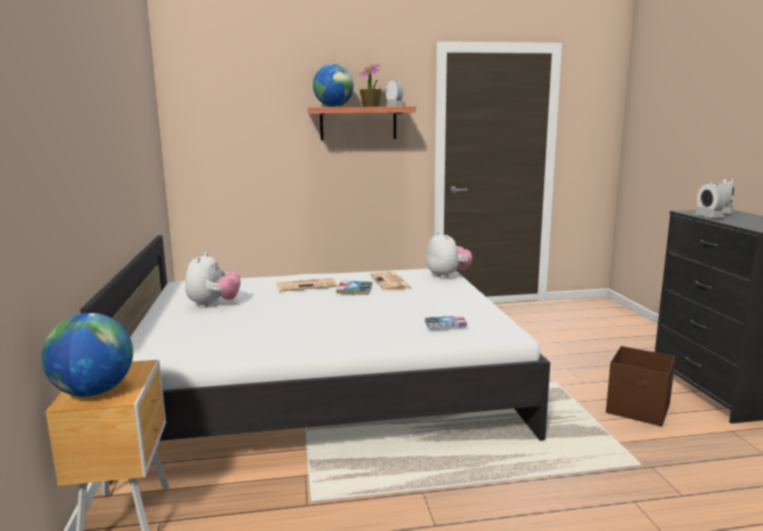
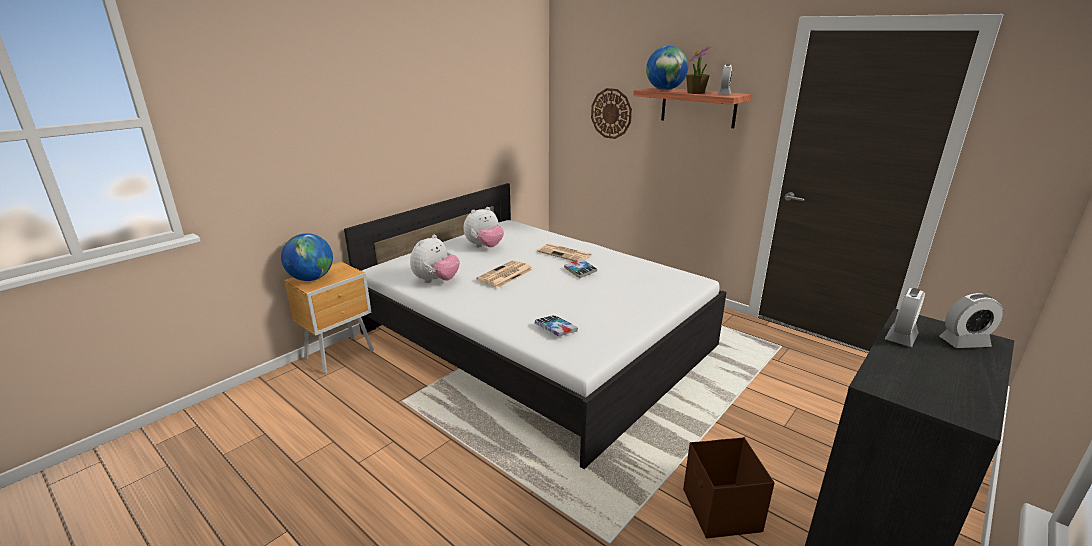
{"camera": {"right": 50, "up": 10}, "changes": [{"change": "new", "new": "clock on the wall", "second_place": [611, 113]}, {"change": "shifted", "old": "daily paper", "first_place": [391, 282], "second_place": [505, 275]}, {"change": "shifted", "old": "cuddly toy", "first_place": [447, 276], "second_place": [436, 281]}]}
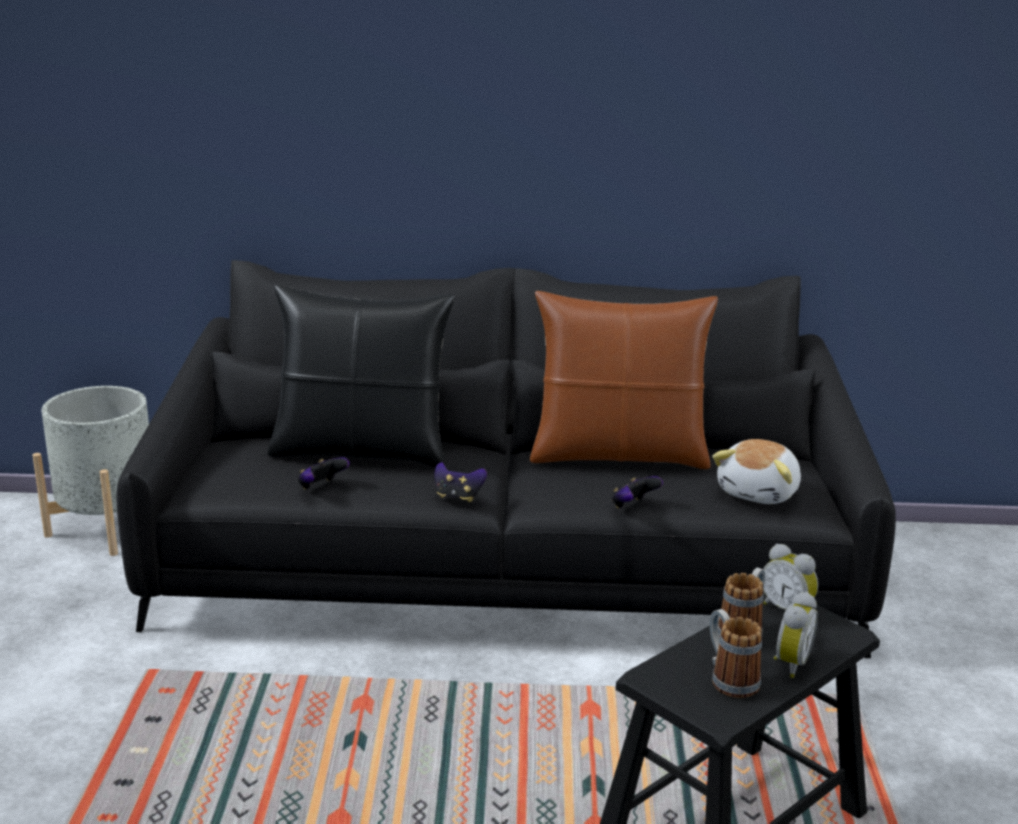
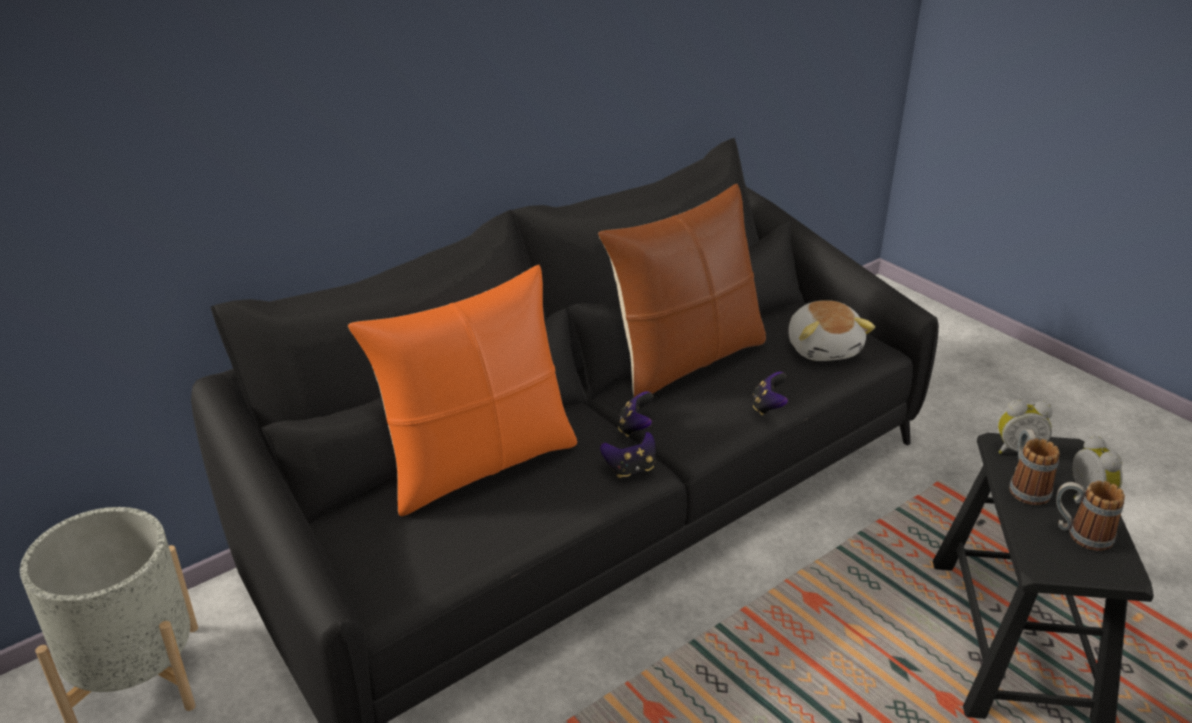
{"camera": {"right": -40, "up": 10}, "changes": [{"change": "shifted", "old": "game controller", "first_place": [321, 487], "second_place": [635, 428]}, {"change": "repainted", "old": "blackish pillow", "new": "orange-coloured pillow", "first_place": [361, 451], "second_place": [478, 464]}]}
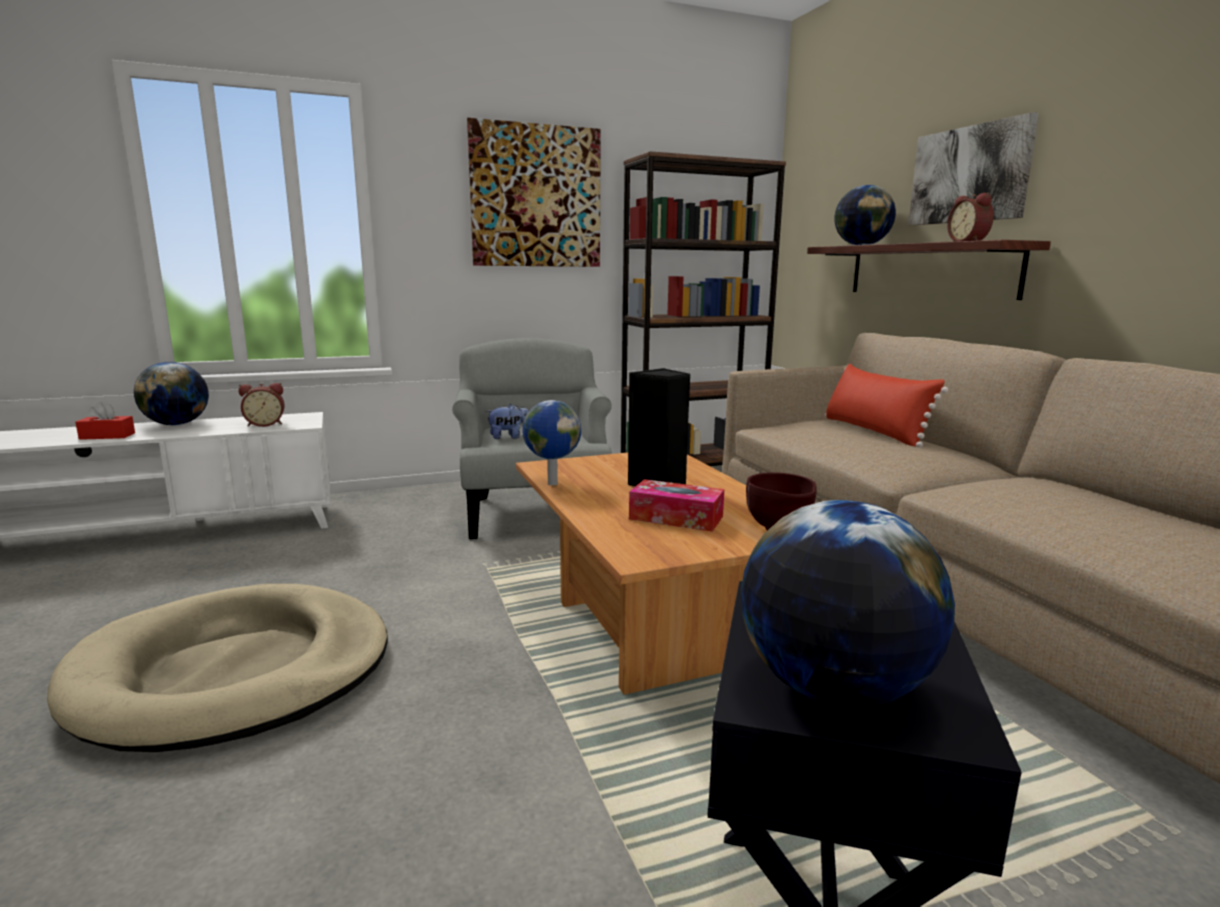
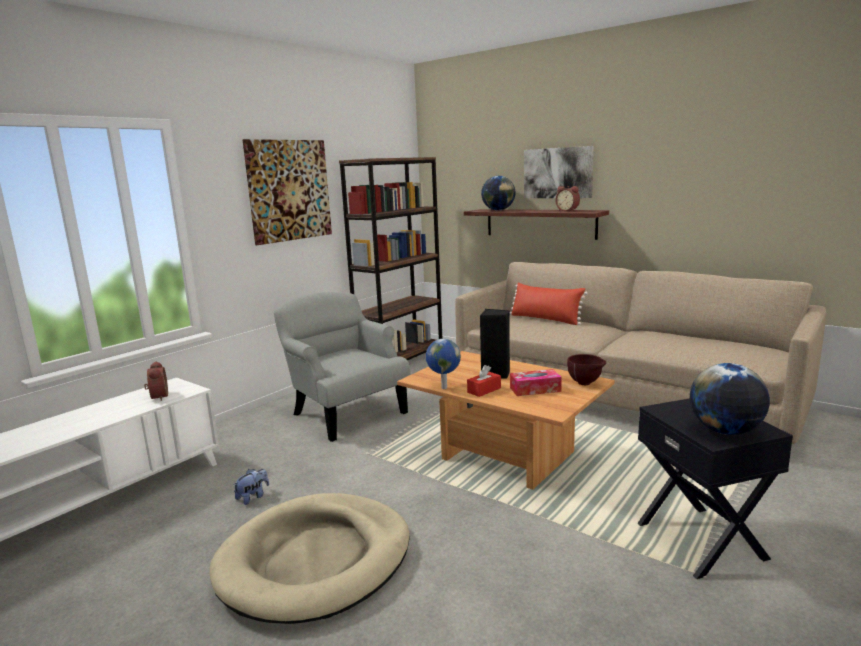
{"camera": {"right": -30, "up": 0}, "changes": [{"change": "gone", "old": "world globe", "first_place": [177, 424]}, {"change": "shifted", "old": "red-coloured tissue holder", "first_place": [107, 436], "second_place": [484, 390]}, {"change": "shifted", "old": "cuddly toy", "first_place": [509, 437], "second_place": [253, 497]}, {"change": "rotated", "old": "bedside clock", "first_place": [265, 424], "second_place": [157, 397], "degrees": -60}]}
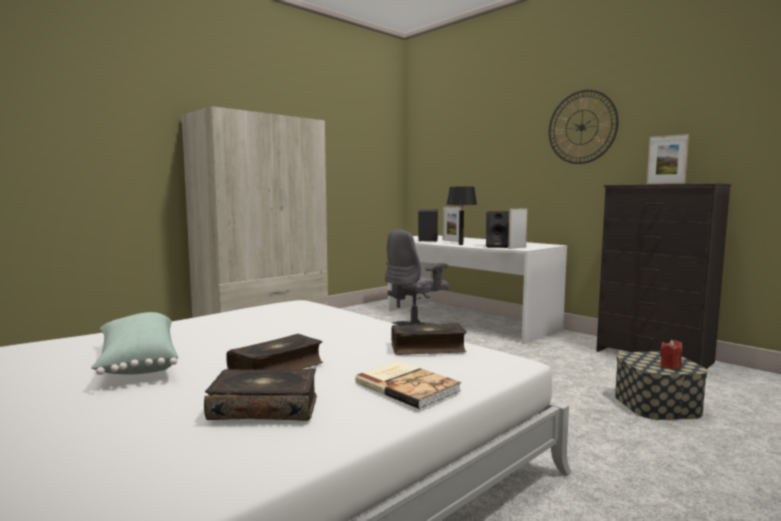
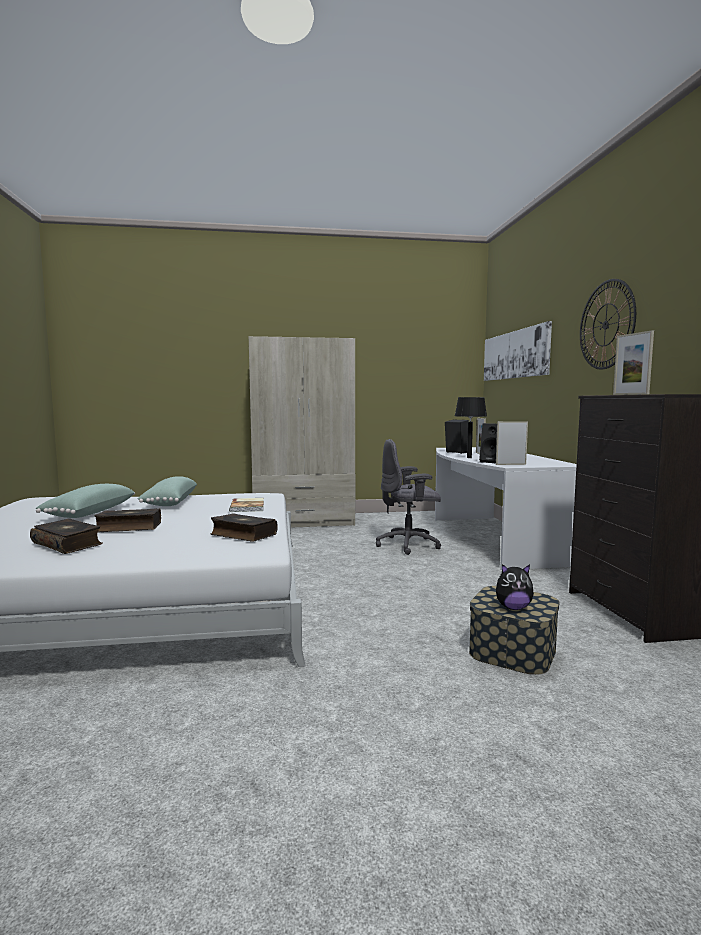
{"camera": {"right": 35, "up": 0}, "changes": [{"change": "new", "new": "greenish pillow", "second_place": [169, 502]}, {"change": "new", "new": "wall picture", "second_place": [514, 355]}, {"change": "shifted", "old": "book", "first_place": [408, 386], "second_place": [248, 506]}, {"change": "swapped", "old": "red-coloured candle", "new": "cuddly toy", "first_place": [670, 366], "second_place": [513, 607]}]}
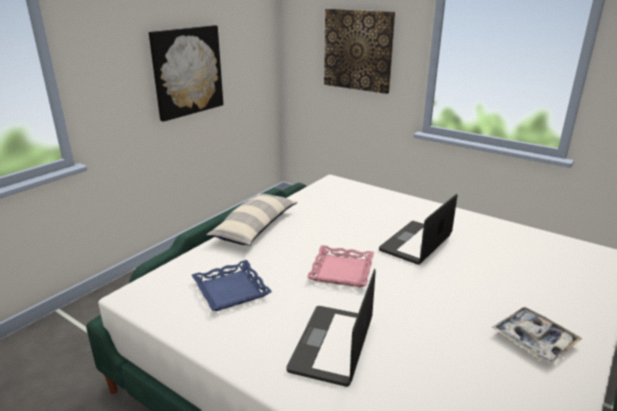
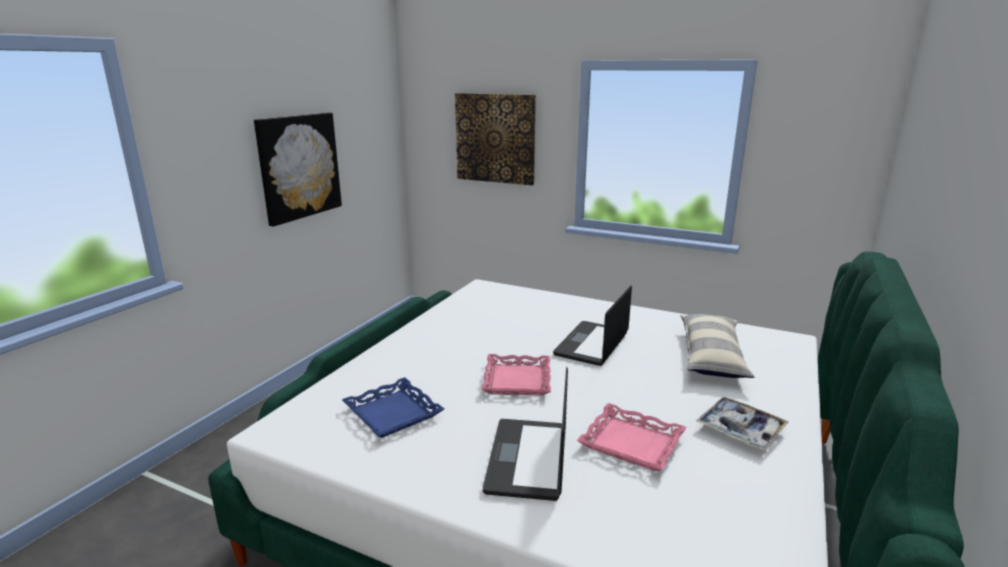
{"camera": {"right": -10, "up": -5}, "changes": [{"change": "new", "new": "pink-coloured tray", "second_place": [631, 443]}, {"change": "shifted", "old": "pillow", "first_place": [255, 228], "second_place": [712, 356]}]}
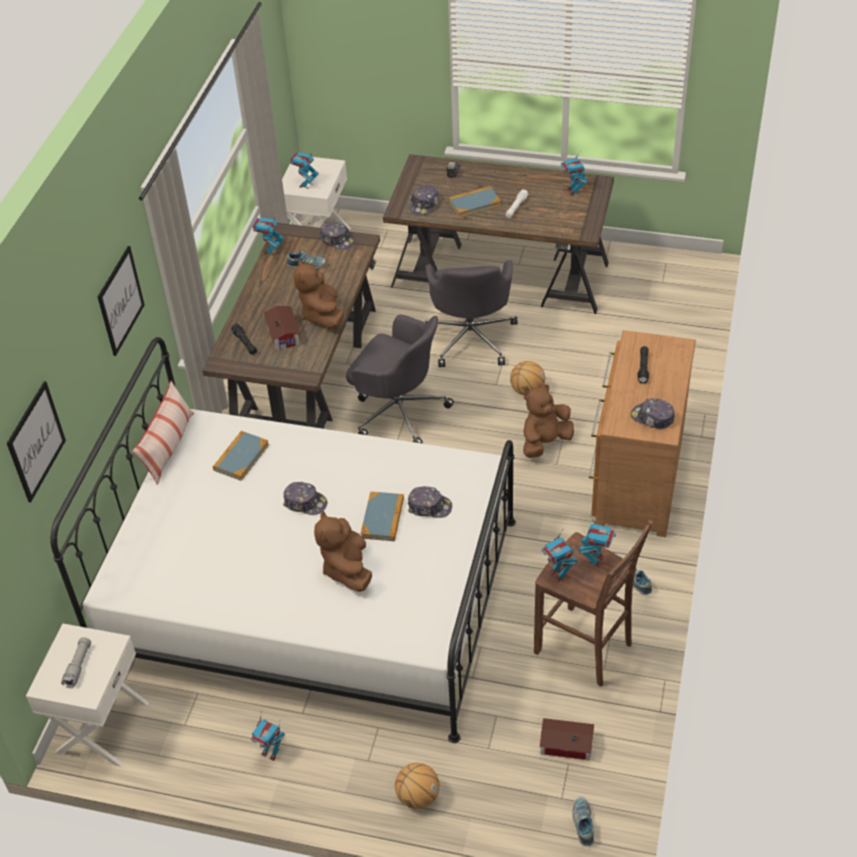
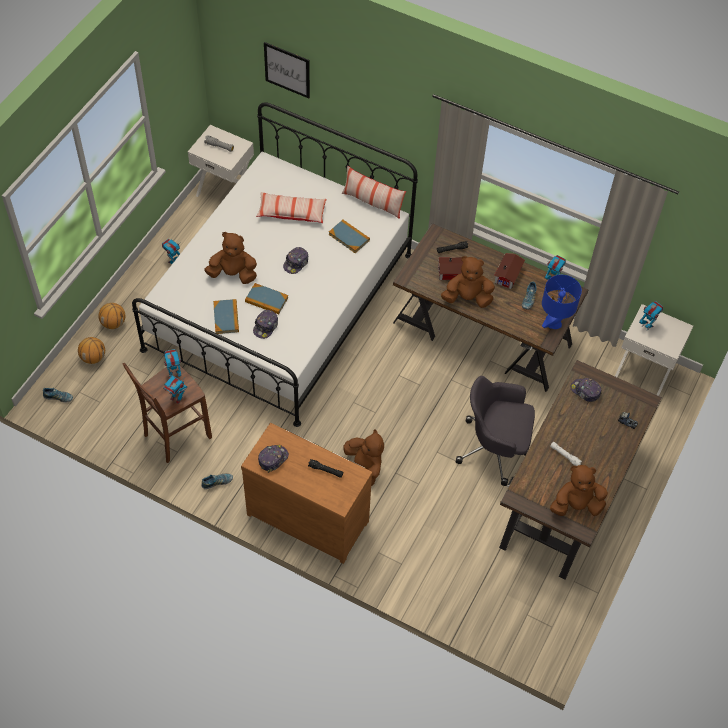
{"camera": {"right": 100, "up": 10}, "changes": [{"change": "gone", "old": "wall picture", "first_place": [120, 300]}, {"change": "gone", "old": "greyish desk chair", "first_place": [398, 411]}, {"change": "new", "new": "pillow", "second_place": [291, 212]}, {"change": "shifted", "old": "book", "first_place": [474, 203], "second_place": [226, 317]}, {"change": "shifted", "old": "basketball", "first_place": [527, 390], "second_place": [93, 357]}, {"change": "shifted", "old": "model house", "first_place": [565, 743], "second_place": [509, 274]}, {"change": "swapped", "old": "baseball cap", "new": "blue lamp for a table", "first_place": [337, 240], "second_place": [554, 324]}, {"change": "swapped", "old": "robot figure", "new": "brown-coloured cuddly toy", "first_place": [573, 191], "second_place": [576, 505]}]}
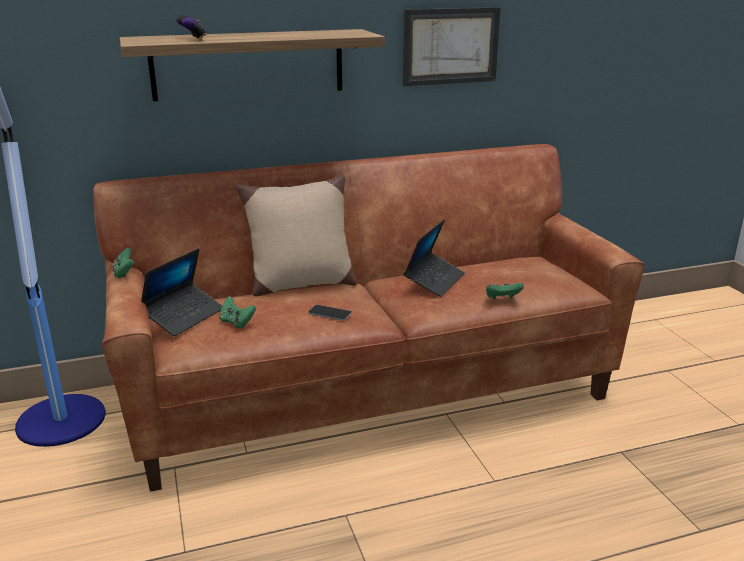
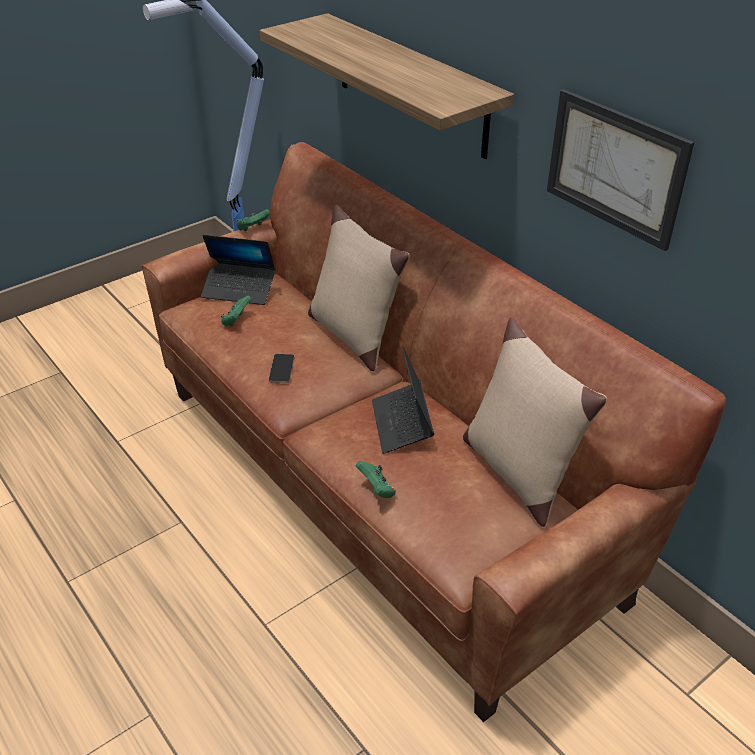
{"camera": {"right": 70, "up": 15}, "changes": [{"change": "gone", "old": "game controller", "first_place": [193, 39]}, {"change": "new", "new": "sand-coloured pillow", "second_place": [517, 471]}, {"change": "rotated", "old": "portable computer", "first_place": [434, 280], "second_place": [402, 424], "degrees": 75}]}
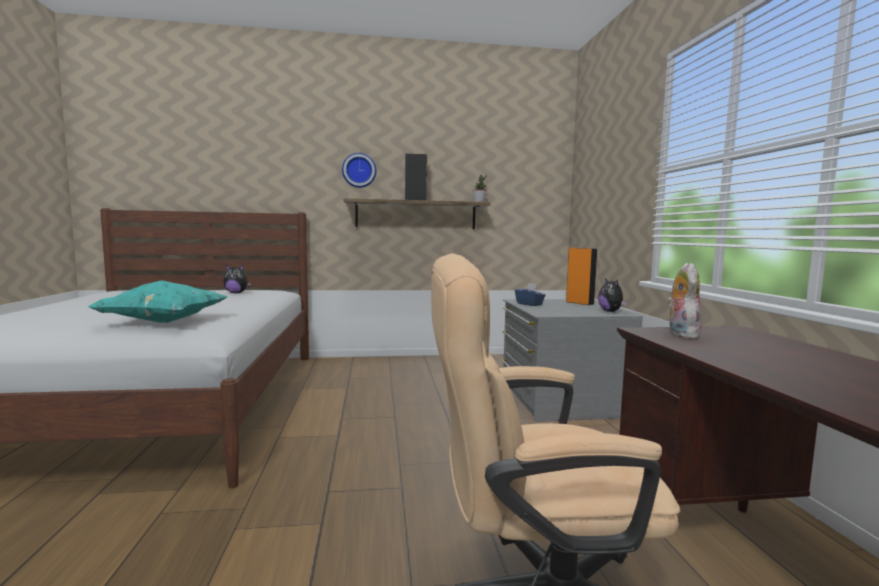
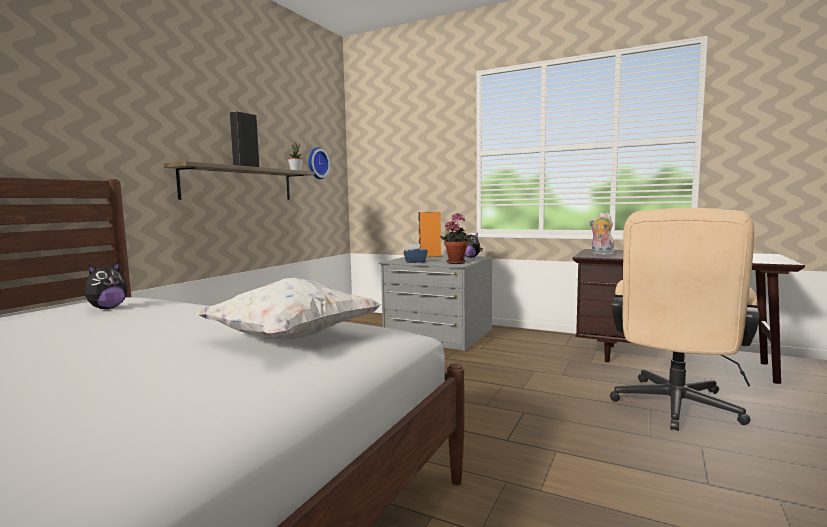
{"camera": {"right": -55, "up": 0}, "changes": [{"change": "new", "new": "potted plant", "second_place": [456, 262]}, {"change": "shifted", "old": "clock on the wall", "first_place": [359, 170], "second_place": [316, 163]}, {"change": "repainted", "old": "turquoise pillow", "new": "white-coloured pillow", "first_place": [163, 322], "second_place": [292, 339]}]}
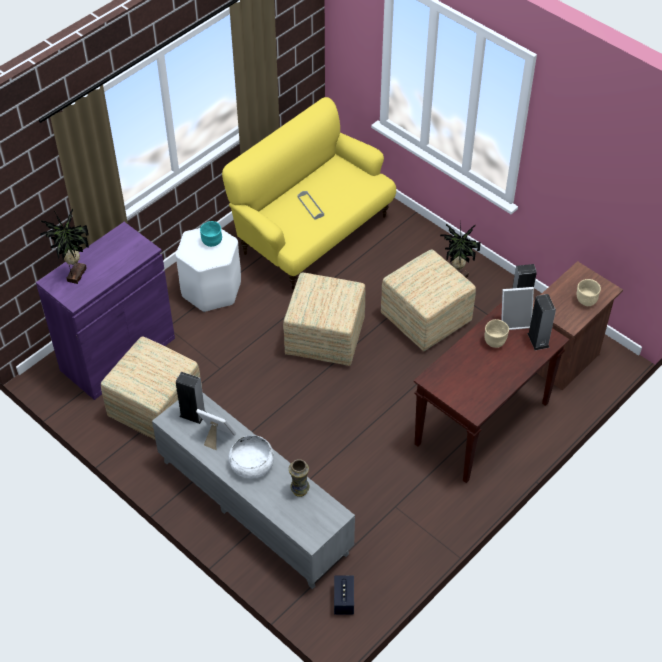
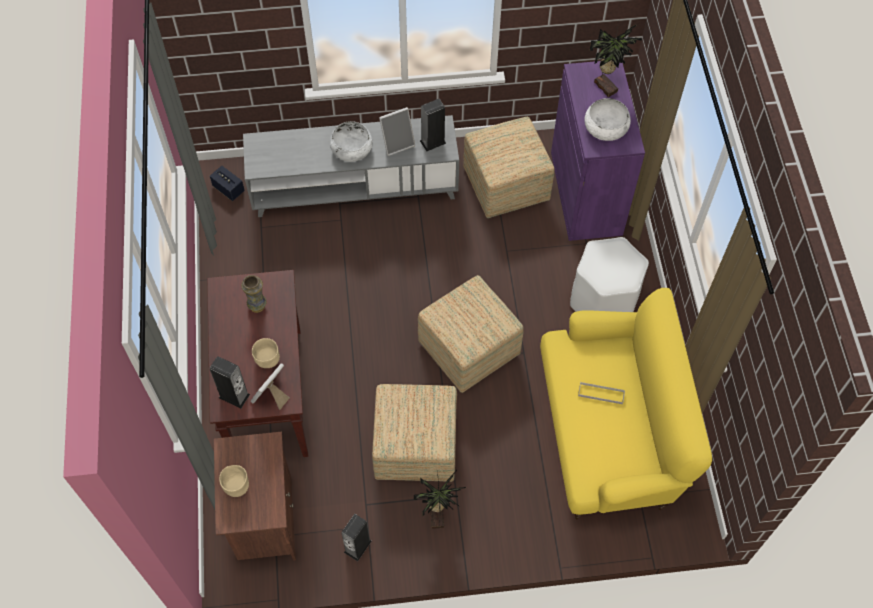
{"camera": {"right": 130, "up": 10}, "changes": [{"change": "gone", "old": "turquoise bowl", "first_place": [211, 241]}, {"change": "new", "new": "white-coloured bowl", "second_place": [606, 127]}, {"change": "shifted", "old": "flower vase", "first_place": [299, 490], "second_place": [257, 305]}]}
